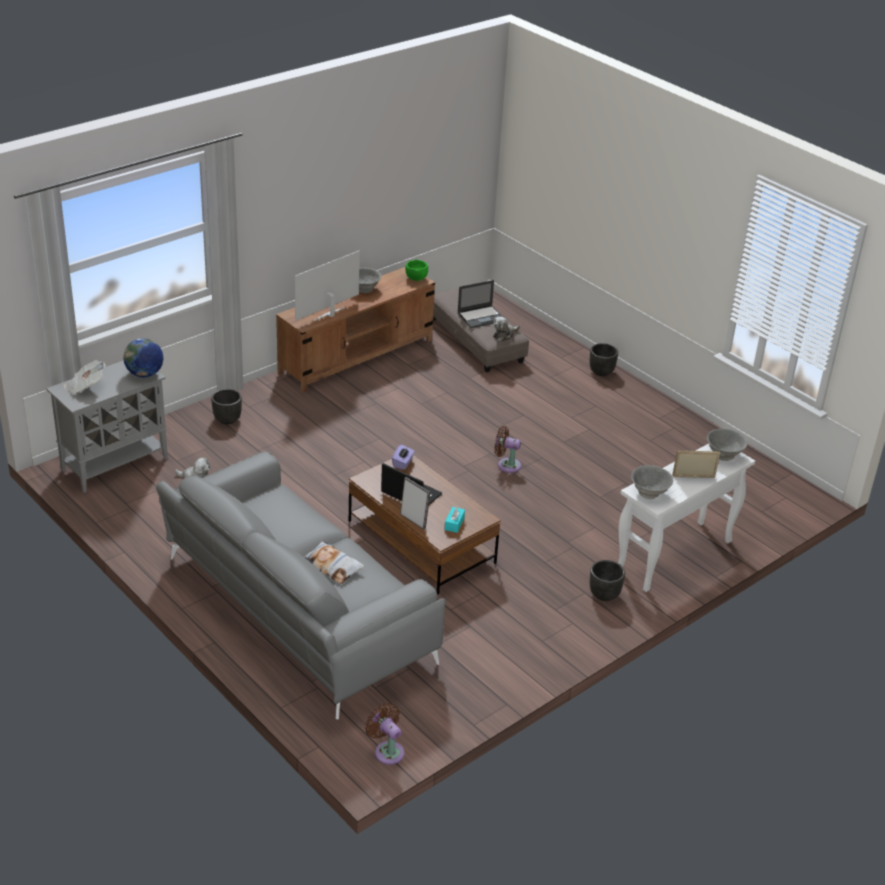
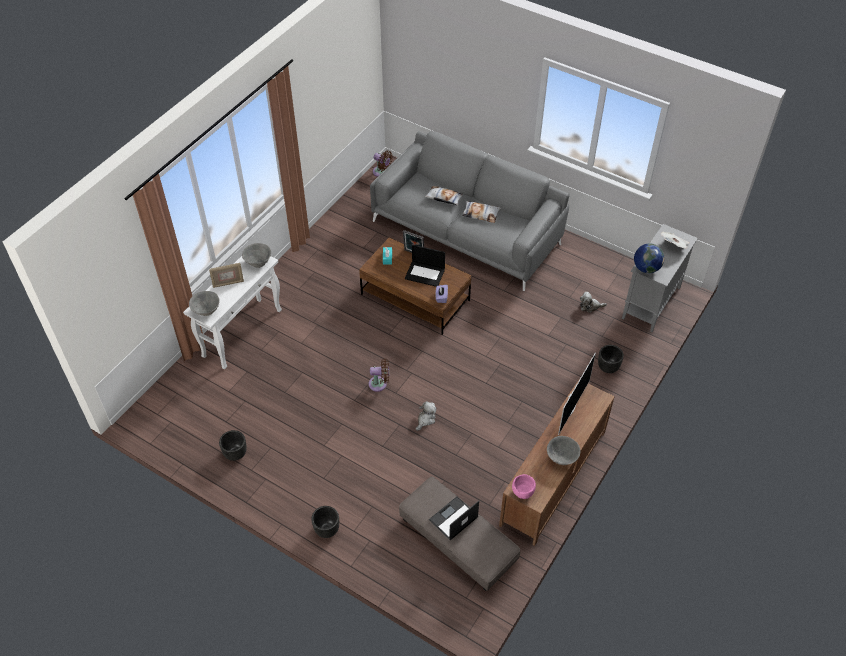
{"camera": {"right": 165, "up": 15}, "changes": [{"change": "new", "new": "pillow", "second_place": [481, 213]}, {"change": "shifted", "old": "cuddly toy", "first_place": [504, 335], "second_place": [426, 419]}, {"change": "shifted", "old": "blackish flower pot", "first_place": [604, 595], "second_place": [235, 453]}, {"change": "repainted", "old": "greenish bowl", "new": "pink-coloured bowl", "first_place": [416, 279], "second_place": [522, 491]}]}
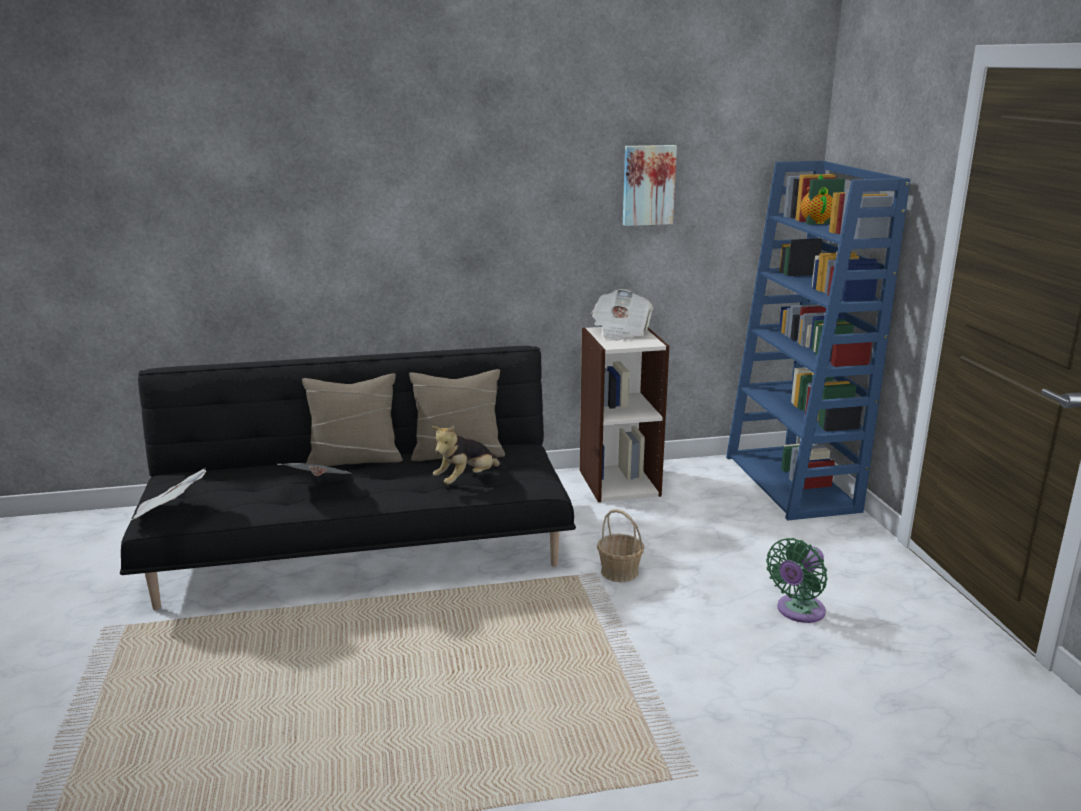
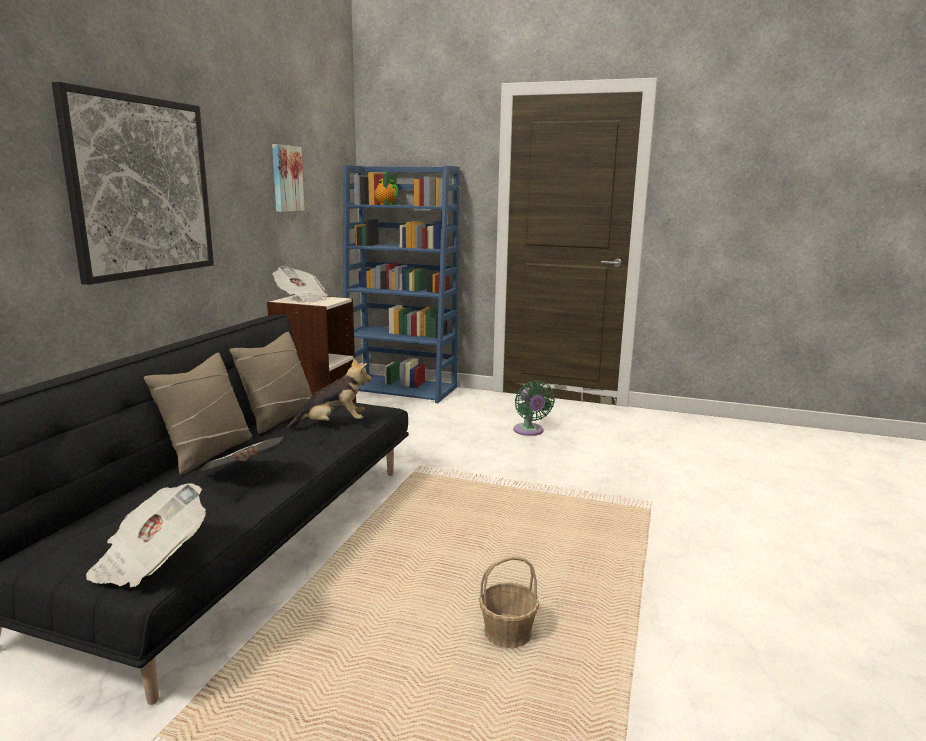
{"camera": {"right": -60, "up": -5}, "changes": [{"change": "new", "new": "wall picture", "second_place": [141, 187]}, {"change": "shifted", "old": "storage basket", "first_place": [619, 572], "second_place": [508, 633]}, {"change": "rotated", "old": "cuddly toy", "first_place": [466, 480], "second_place": [333, 424], "degrees": -90}]}
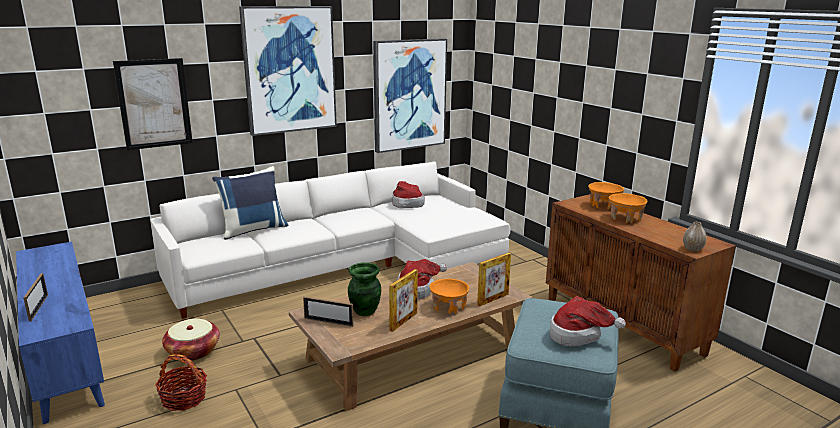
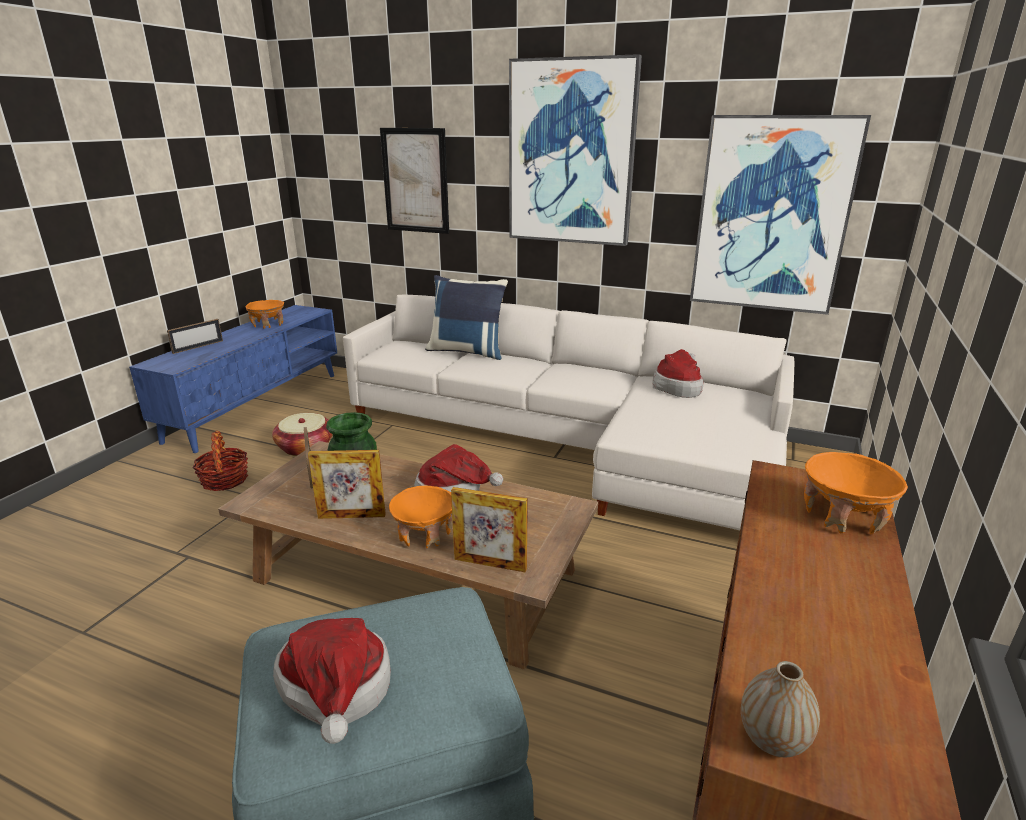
{"camera": {"right": 55, "up": 5}, "changes": [{"change": "shifted", "old": "orange-coloured bowl", "first_place": [625, 219], "second_place": [268, 324]}]}
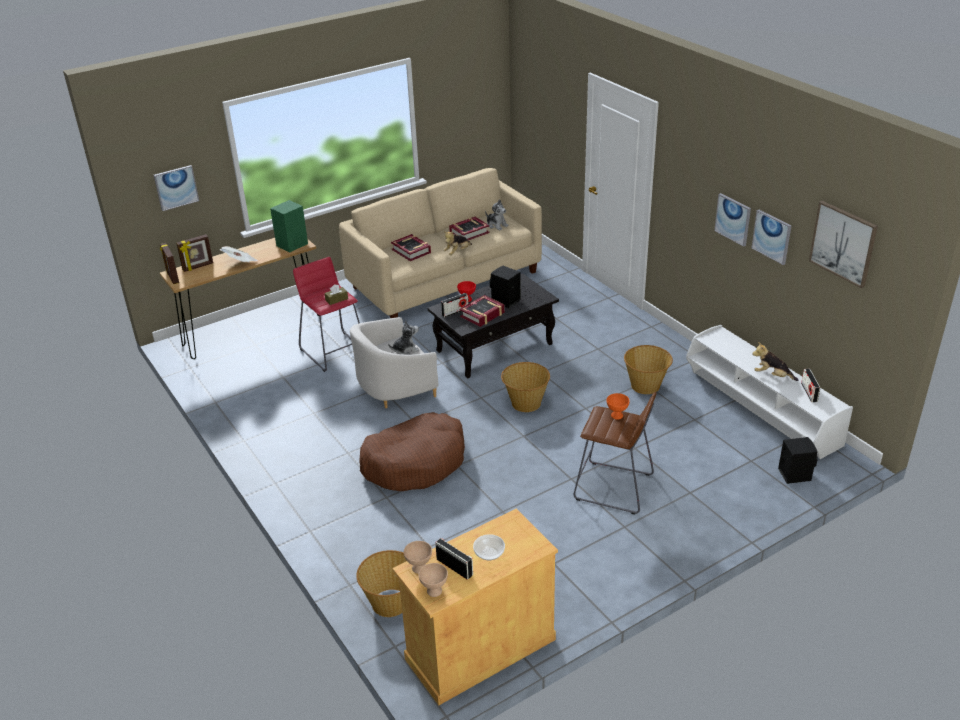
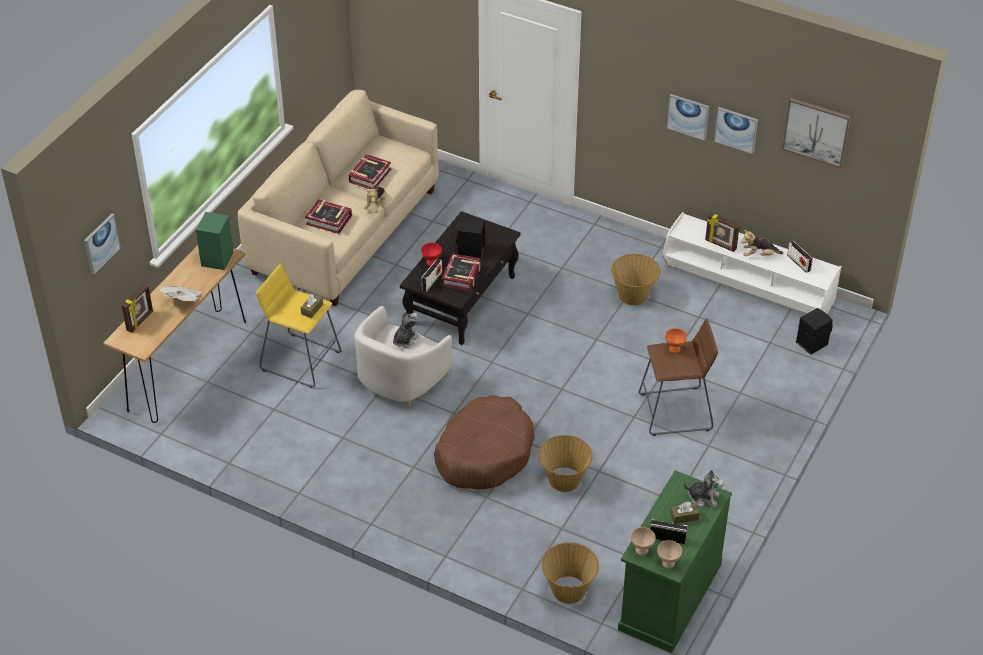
{"camera": {"right": -30, "up": 10}, "changes": [{"change": "shifted", "old": "picture frame", "first_place": [172, 277], "second_place": [720, 245]}, {"change": "shifted", "old": "cuddly toy", "first_place": [496, 225], "second_place": [703, 497]}, {"change": "shifted", "old": "storage basket", "first_place": [525, 403], "second_place": [564, 480]}, {"change": "swapped", "old": "bowl", "new": "brown-coloured tissue holder", "first_place": [488, 554], "second_place": [684, 517]}, {"change": "repainted", "old": "red-coloured stool seat", "new": "yellow stool seat", "first_place": [334, 351], "second_place": [301, 360]}, {"change": "repainted", "old": "sand-coloured storage cabinet", "new": "greenish storage cabinet", "first_place": [480, 649], "second_place": [669, 596]}]}
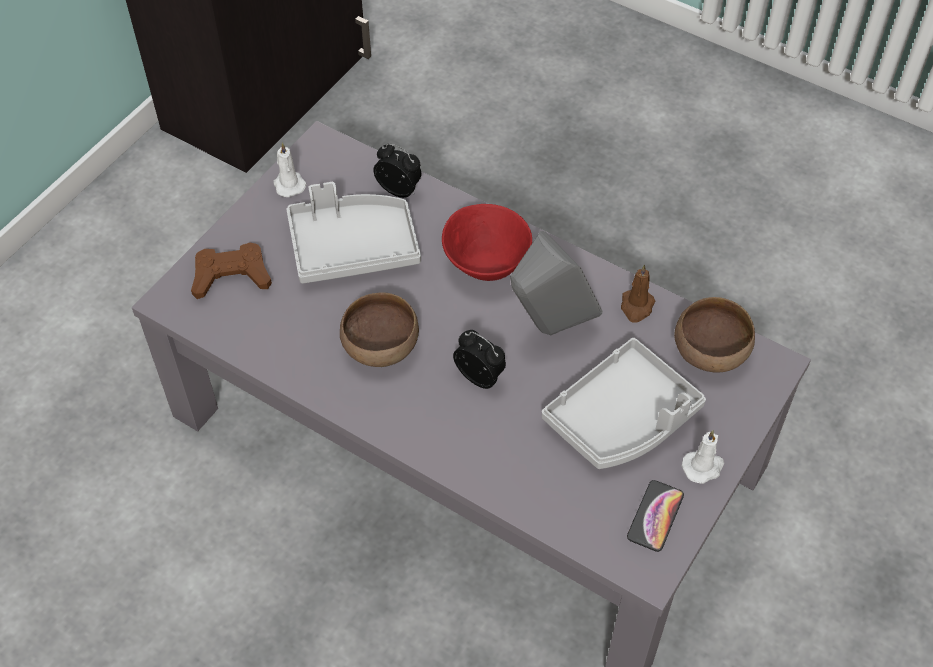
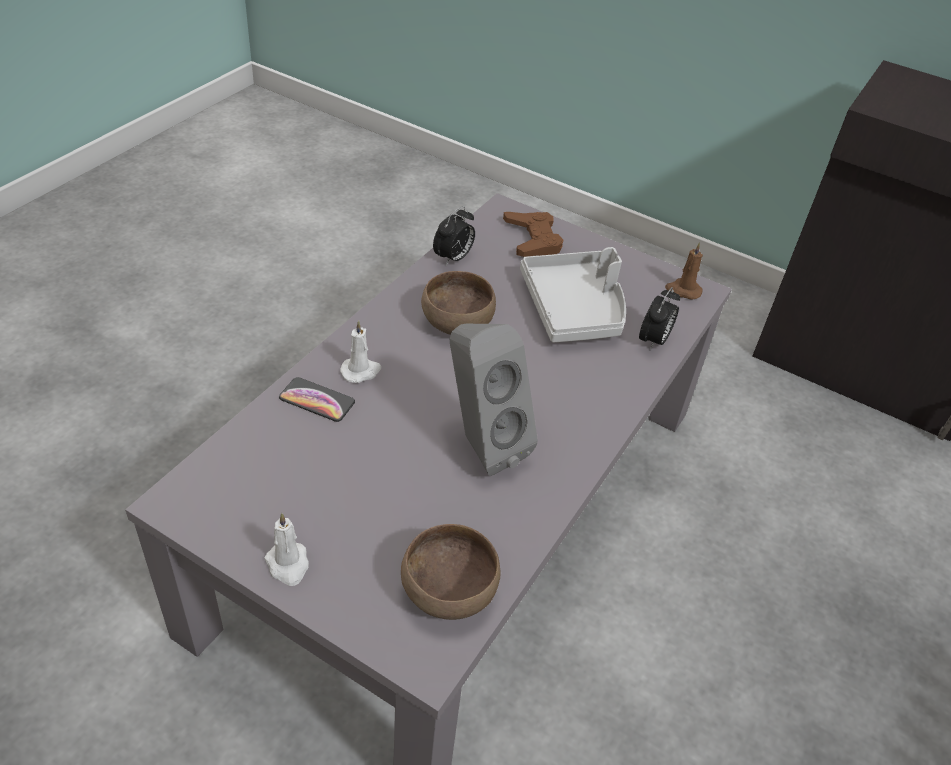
{"camera": {"right": 85, "up": -10}, "changes": [{"change": "gone", "old": "red-coloured bowl", "first_place": [484, 266]}, {"change": "gone", "old": "greyish tray", "first_place": [622, 418]}, {"change": "shifted", "old": "white-coloured candle", "first_place": [288, 184], "second_place": [361, 371]}, {"change": "shifted", "old": "bedside clock", "first_place": [480, 377], "second_place": [453, 258]}, {"change": "shifted", "old": "brown-coloured candle", "first_place": [636, 307], "second_place": [683, 290]}, {"change": "shifted", "old": "phone", "first_place": [655, 516], "second_place": [317, 400]}]}
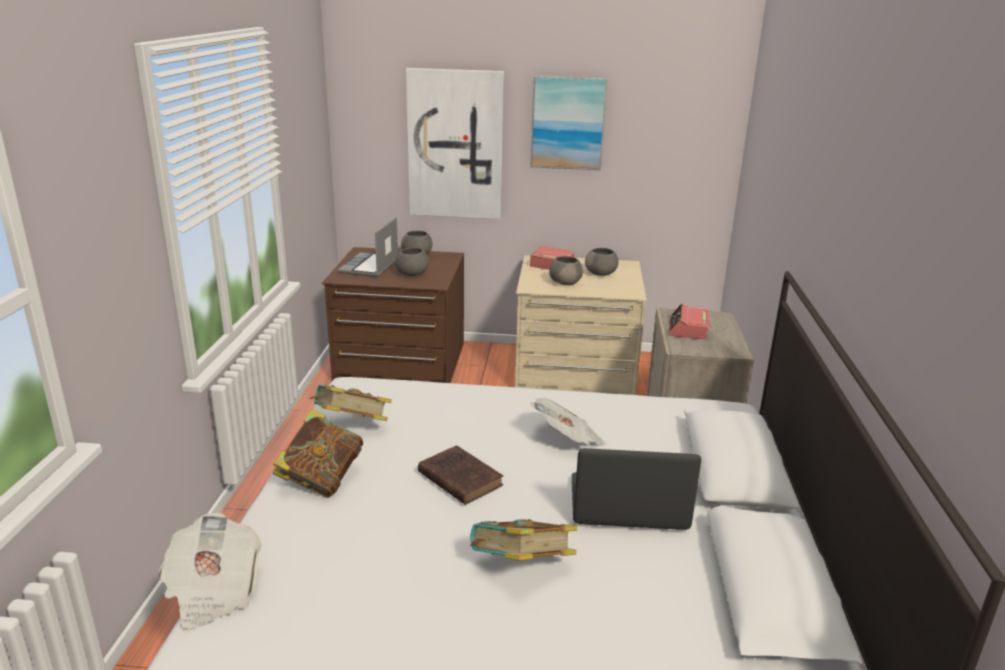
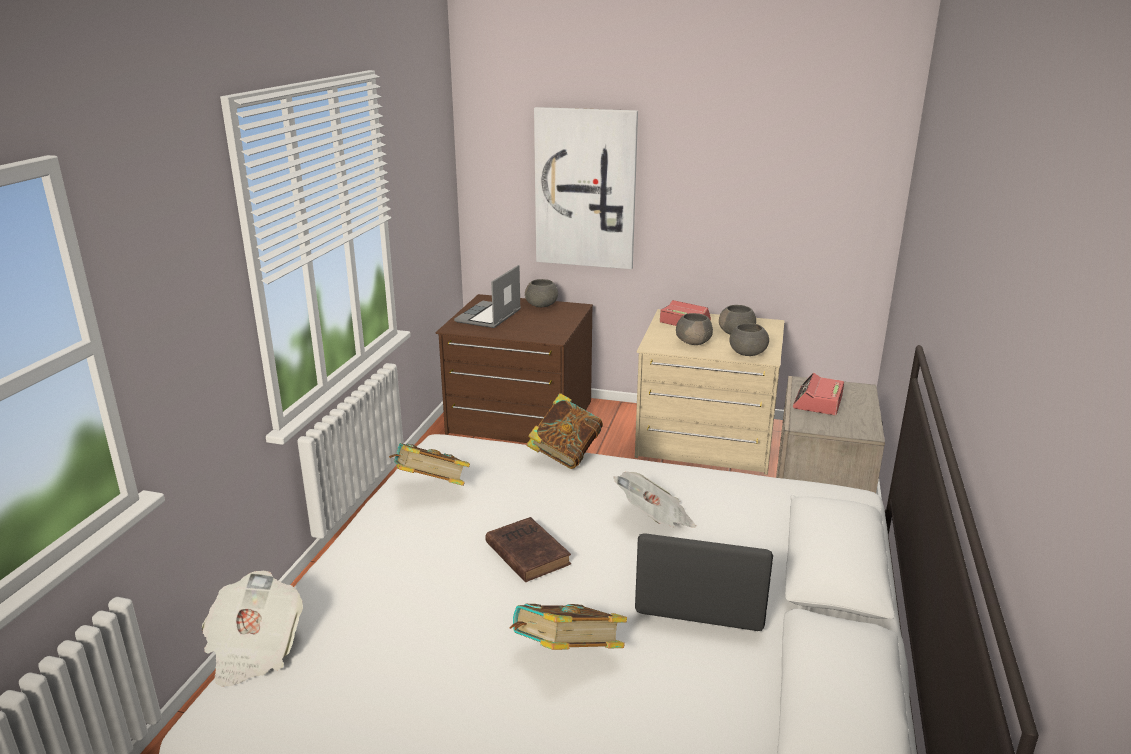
{"camera": {"right": 10, "up": 0}, "changes": [{"change": "gone", "old": "wall picture", "first_place": [567, 123]}, {"change": "shifted", "old": "book", "first_place": [321, 479], "second_place": [565, 455]}, {"change": "shifted", "old": "greyish bowl", "first_place": [412, 274], "second_place": [747, 353]}]}
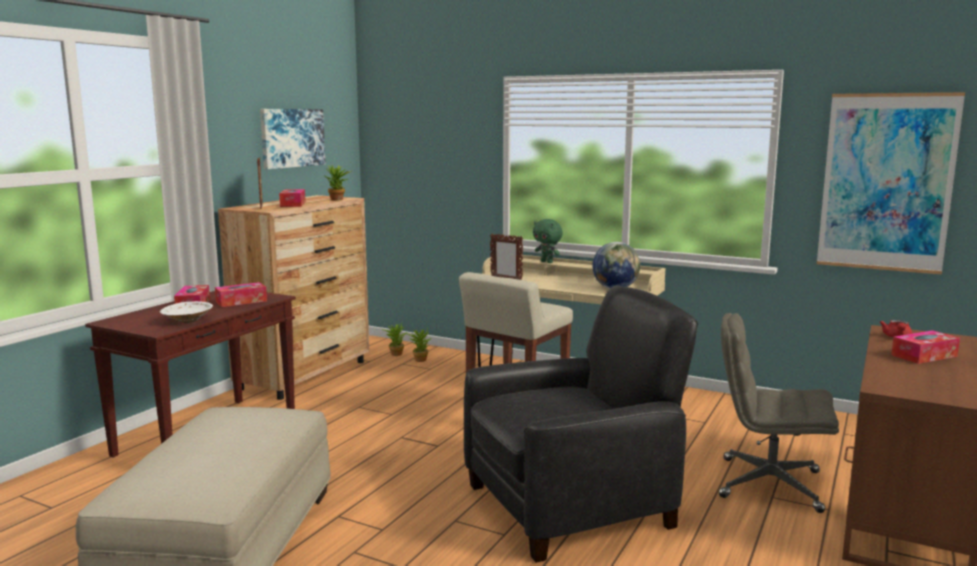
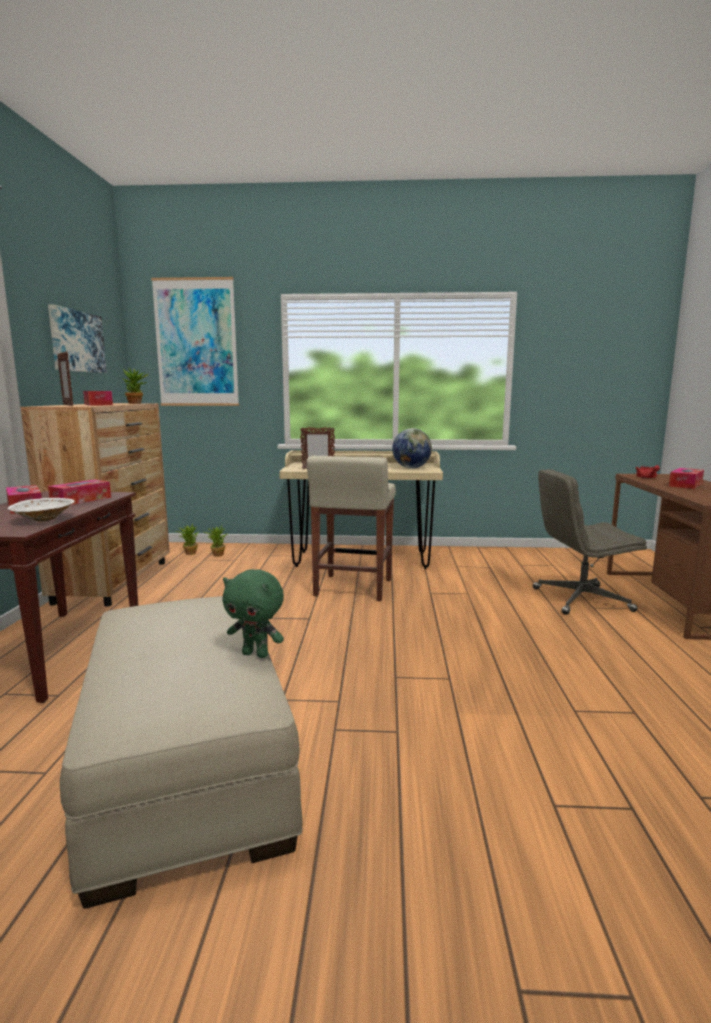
{"camera": {"right": -25, "up": 0}, "changes": [{"change": "gone", "old": "blackish armchair", "first_place": [571, 505]}, {"change": "shifted", "old": "greenish cuddly toy", "first_place": [547, 262], "second_place": [256, 654]}, {"change": "shifted", "old": "wall picture", "first_place": [886, 182], "second_place": [196, 343]}]}
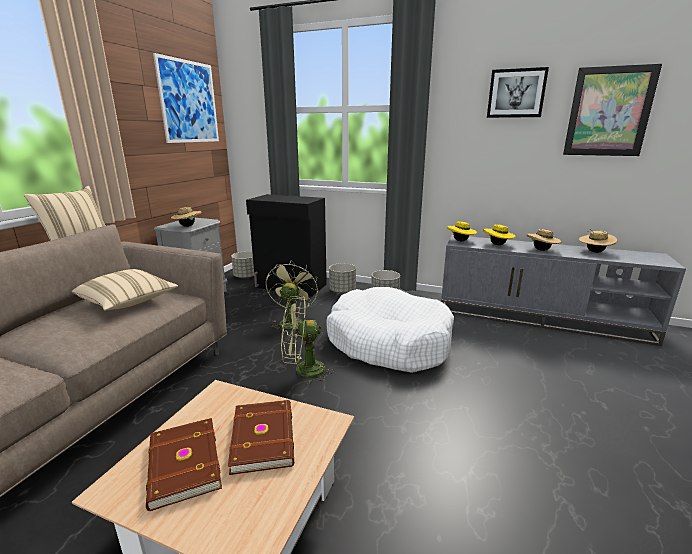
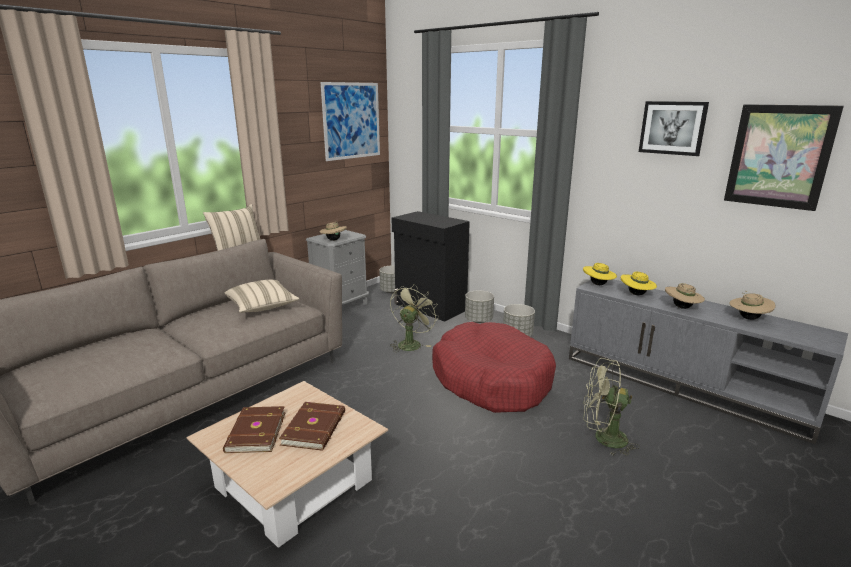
{"camera": {"right": 20, "up": 0}, "changes": [{"change": "shifted", "old": "greenish electric fan", "first_place": [303, 370], "second_place": [603, 439]}, {"change": "repainted", "old": "white-coloured pet bed", "new": "red-coloured pet bed", "first_place": [388, 342], "second_place": [491, 380]}]}
